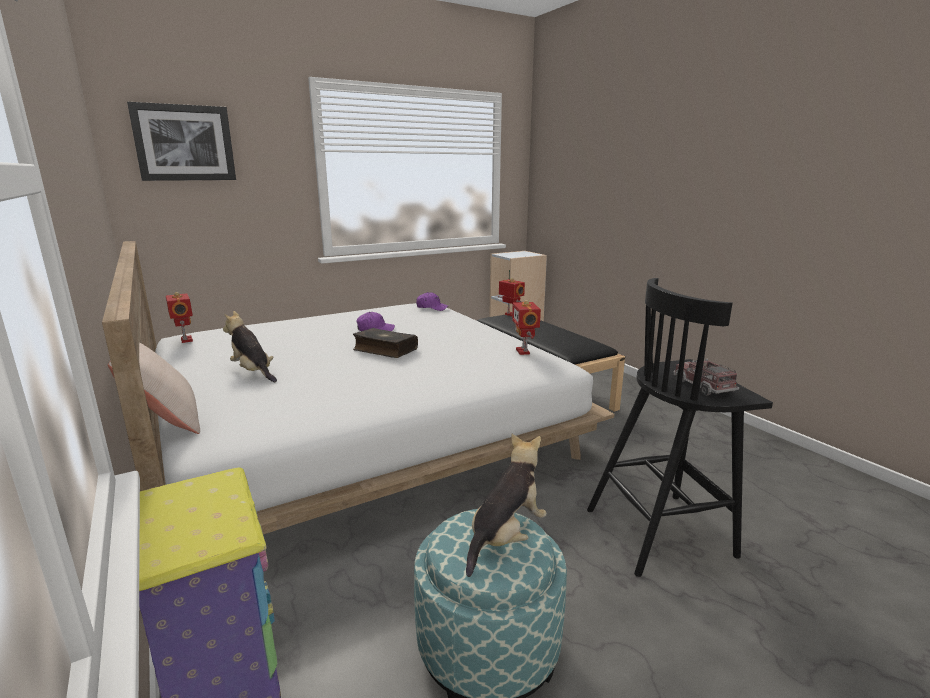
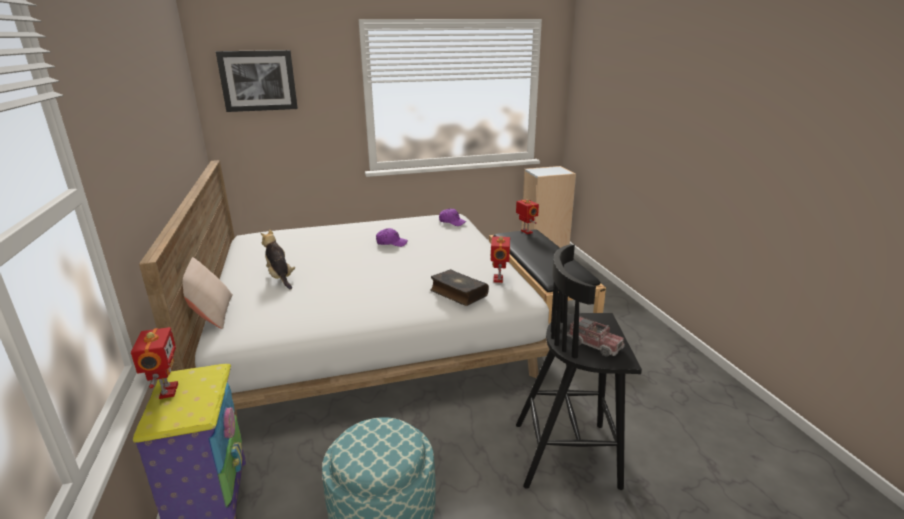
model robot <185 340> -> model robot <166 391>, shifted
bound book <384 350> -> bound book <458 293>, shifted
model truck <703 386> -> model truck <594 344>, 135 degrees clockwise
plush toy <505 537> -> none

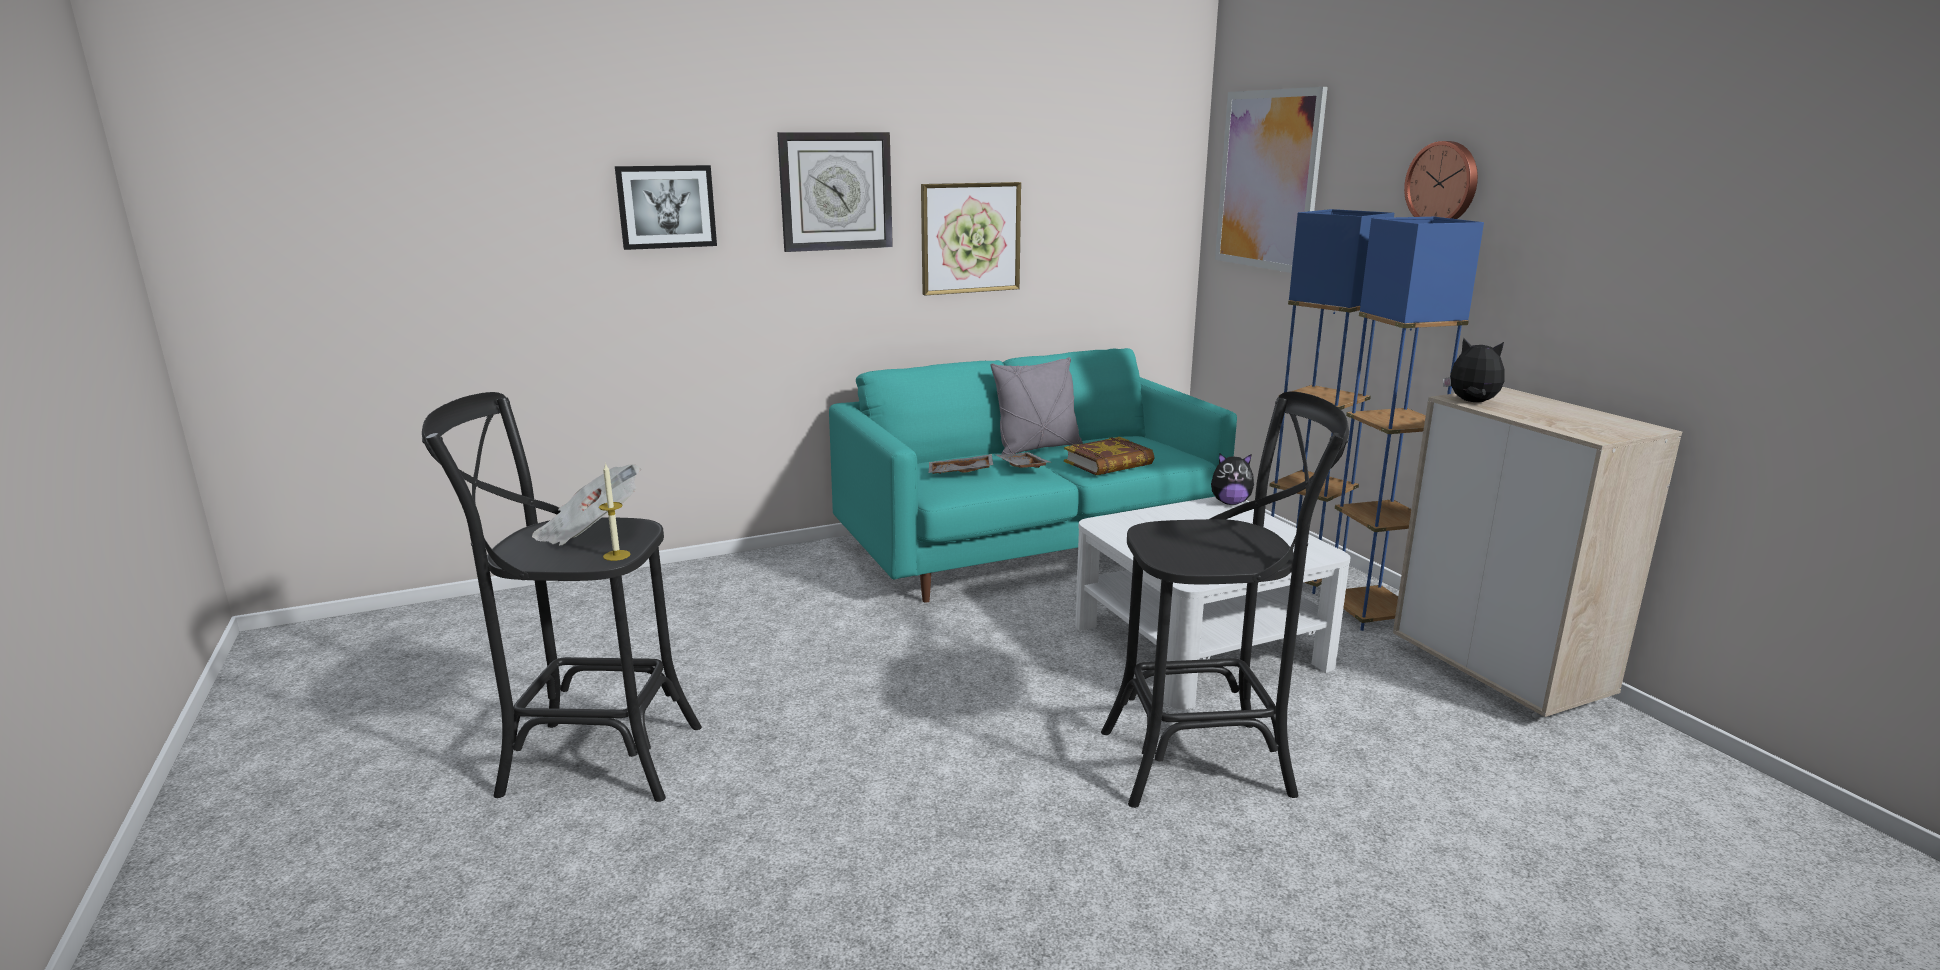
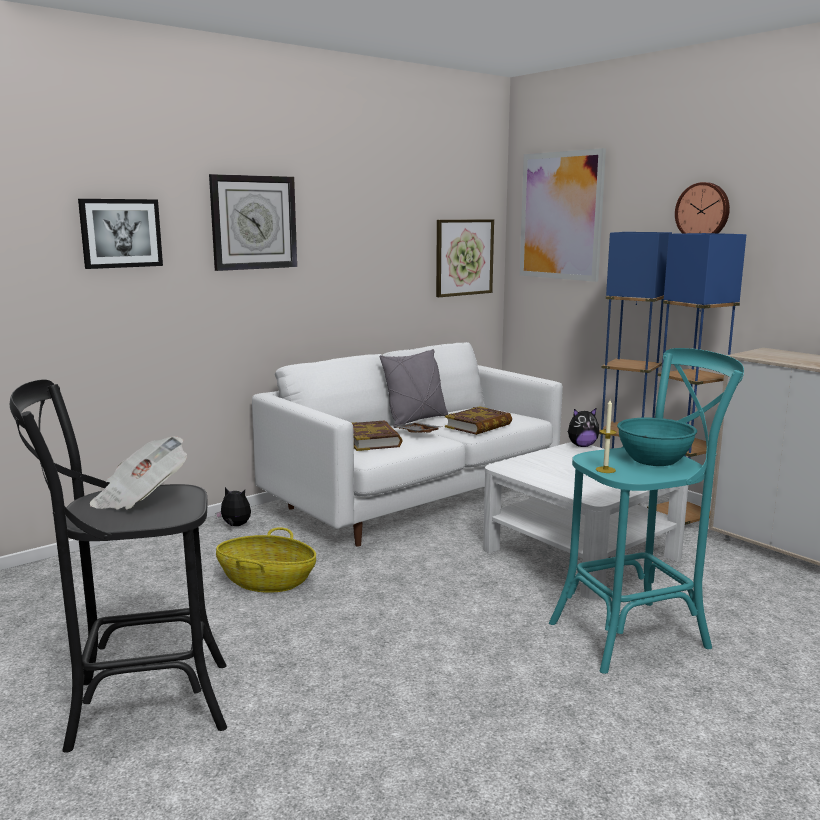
wall art <970 238> -> wall art <464 257>, shifted
plush toy <1472 402> -> plush toy <235 526>, shifted
couch (turquoise) <1029 545> -> couch (white-coloured) <414 497>
stool (blackish) <1206 762> -> stool (turquoise) <635 634>
carrying tray (gray) <960 473> -> bound book <372 441>
wax light <616 555> -> wax light <605 470>, shifted
none -> serving bowl (turquoise) <654 460>
none -> storage basket <266 581>

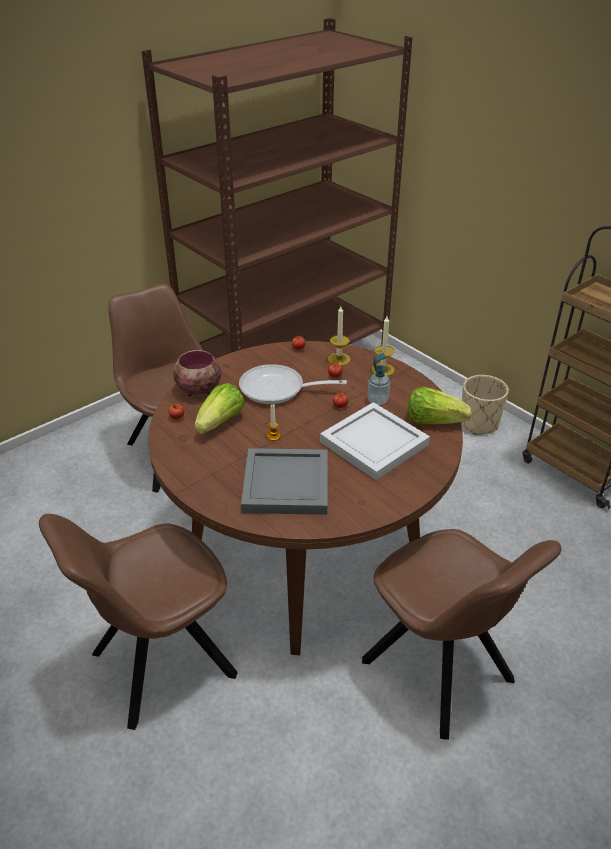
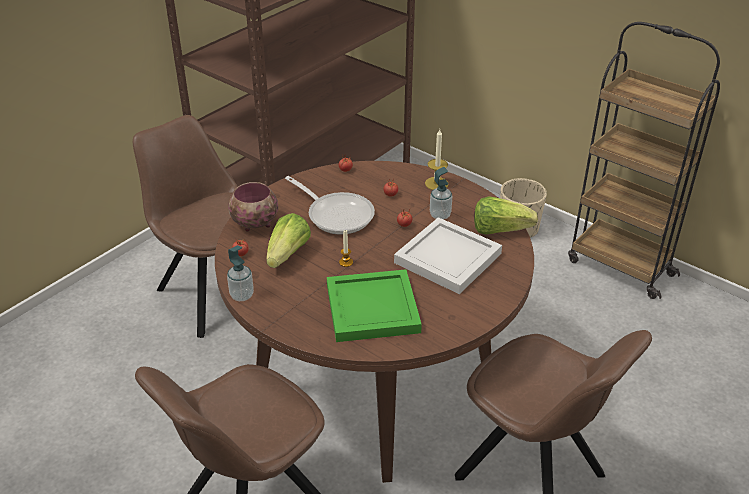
wax light <339 359> -> none
pan <278 389> -> pan <336 214>, 135 degrees counterclockwise
carrying tray (gray) <284 485> -> carrying tray (greenish) <371 309>
none -> soap bottle <242 295>

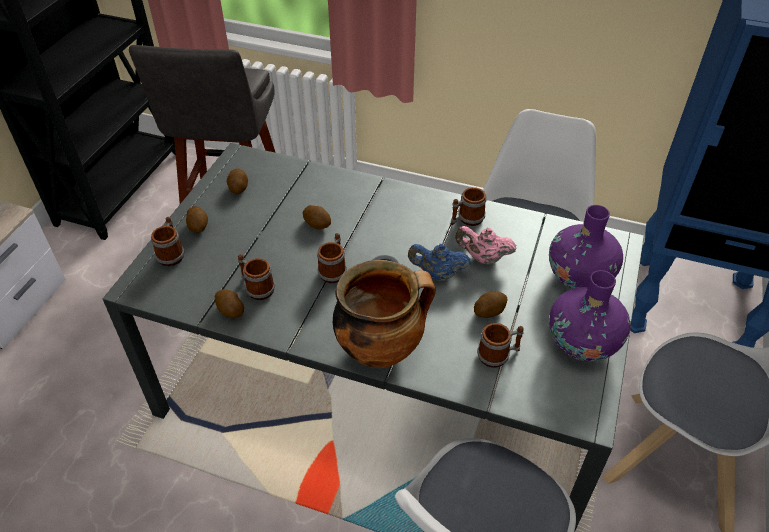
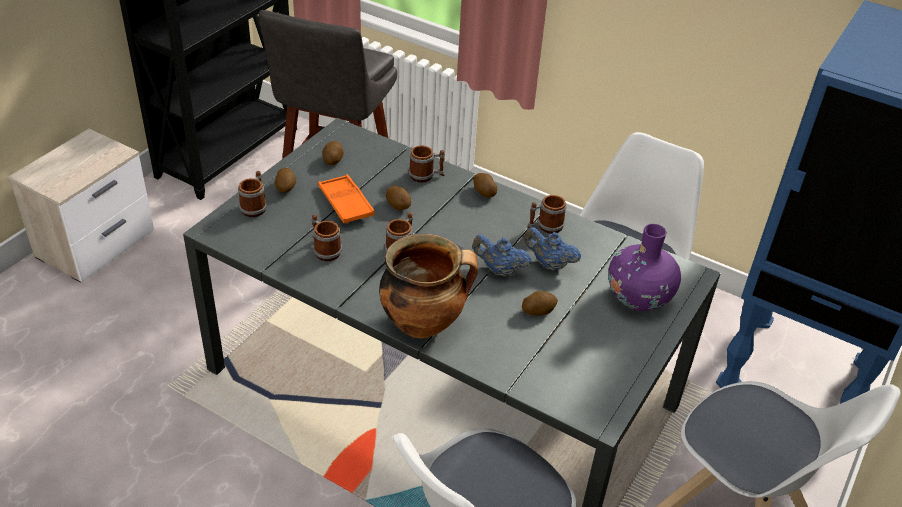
teapot (pinkish) <483 258> -> teapot (blue-coloured) <549 264>
flower vase (purplish) <582 343> -> none
potato <230 310> -> potato <484 192>, shifted
tea mug <498 355> -> tea mug <426 176>, shifted
none -> carrying tray (orangey) <346 203>

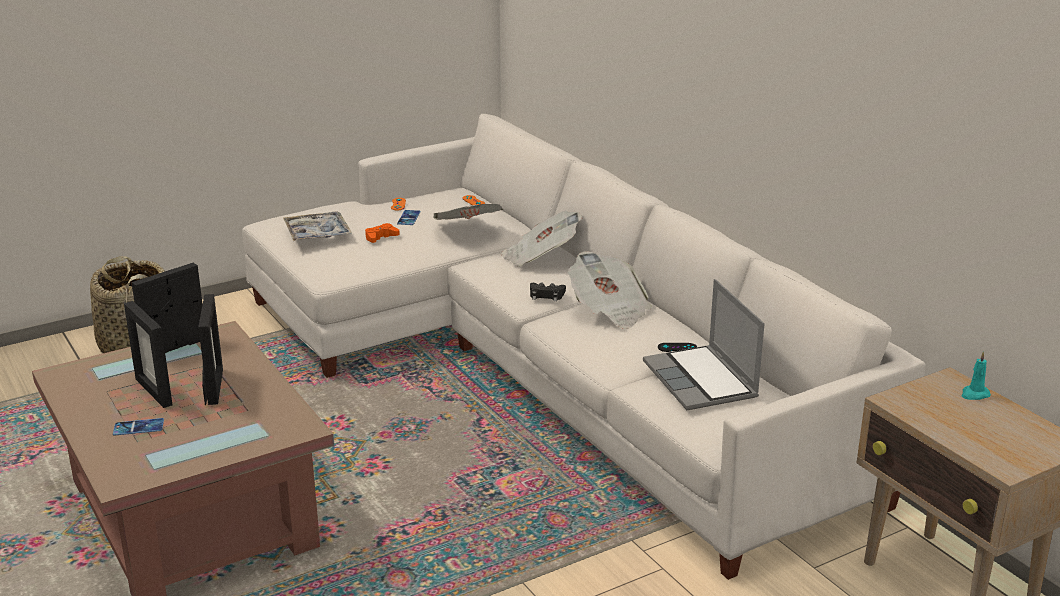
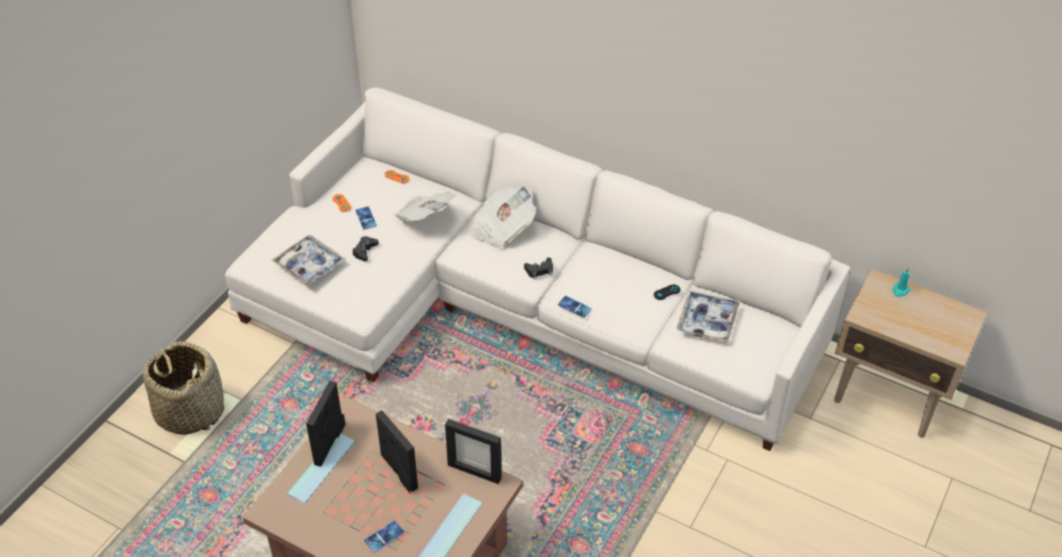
game controller (orangey) <381 237> -> game controller (blackish) <365 251>
printed paper <609 310> -> none
portable computer <702 381> -> carrying tray <707 321>
standing frame <155 391> -> standing frame <475 471>, shifted
none -> phone <574 307>

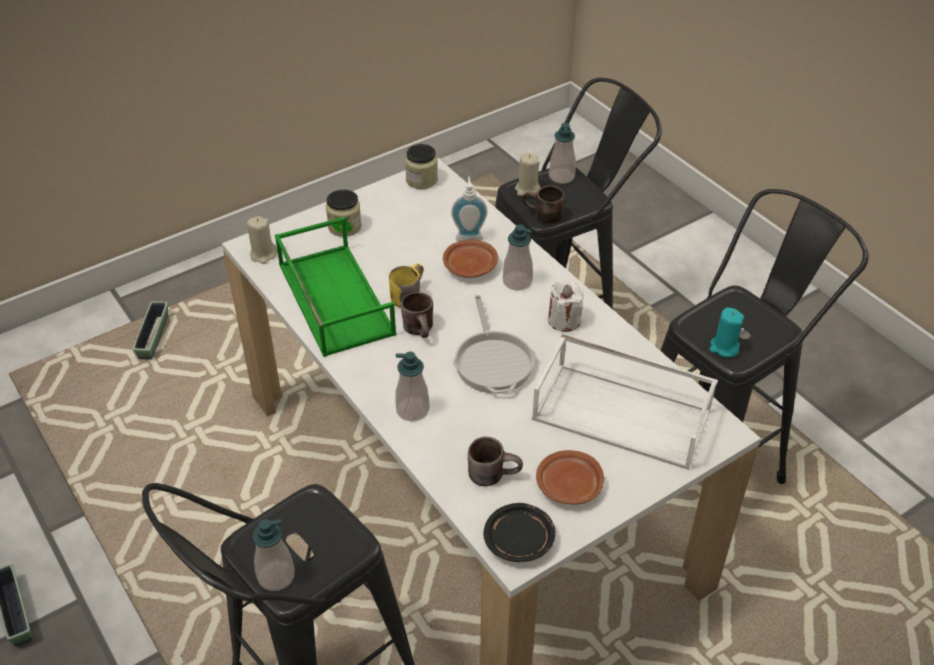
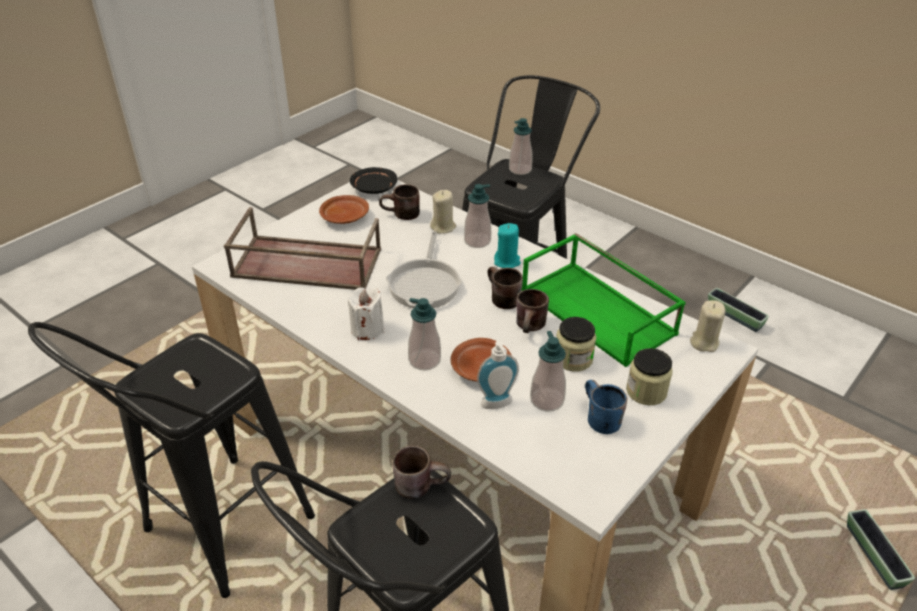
soap bottle <561 177> -> soap bottle <547 400>, shifted
storage jar <421 180> -> storage jar <573 359>, shifted
wax light (beige) <527 190> -> wax light (beige) <443 227>, shifted
tea mug (yellow-coloured) <406 294> -> tea mug (brown) <532 327>
pan <493 361> -> pan <425 284>, 150 degrees counterclockwise
wax light (turquoise) <724 348> -> wax light (turquoise) <507 261>, shifted
carrying tray (white-coloured) <623 414> -> carrying tray (brown) <305 264>
none -> tea mug (blue-coloured) <597 418>

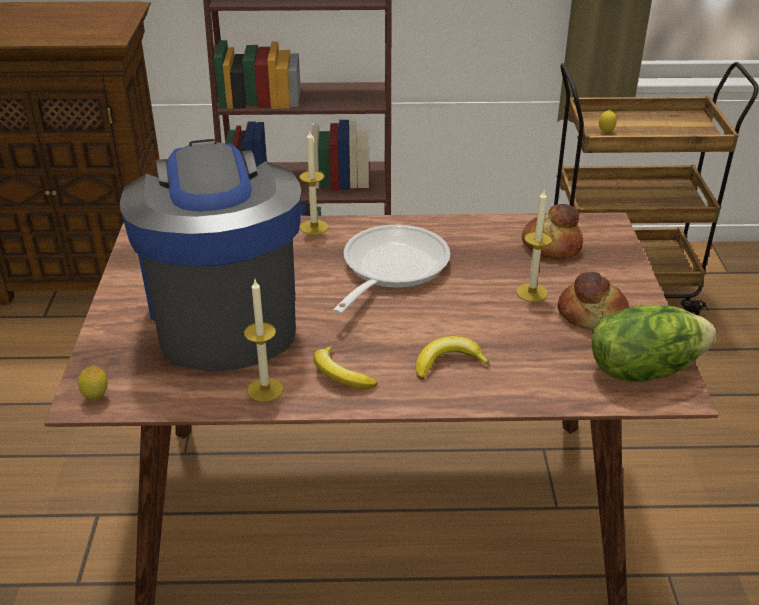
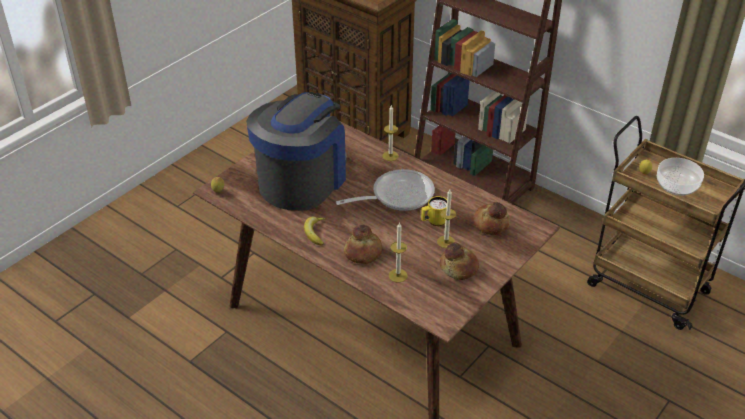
wax light <265 390> -> wax light <398 275>, shifted
lettuce head <643 369> -> none
banana fruit <448 363> -> baked bread <363 253>
none -> serving bowl <677 186>
none -> tea mug (yellow-coloured) <434 222>

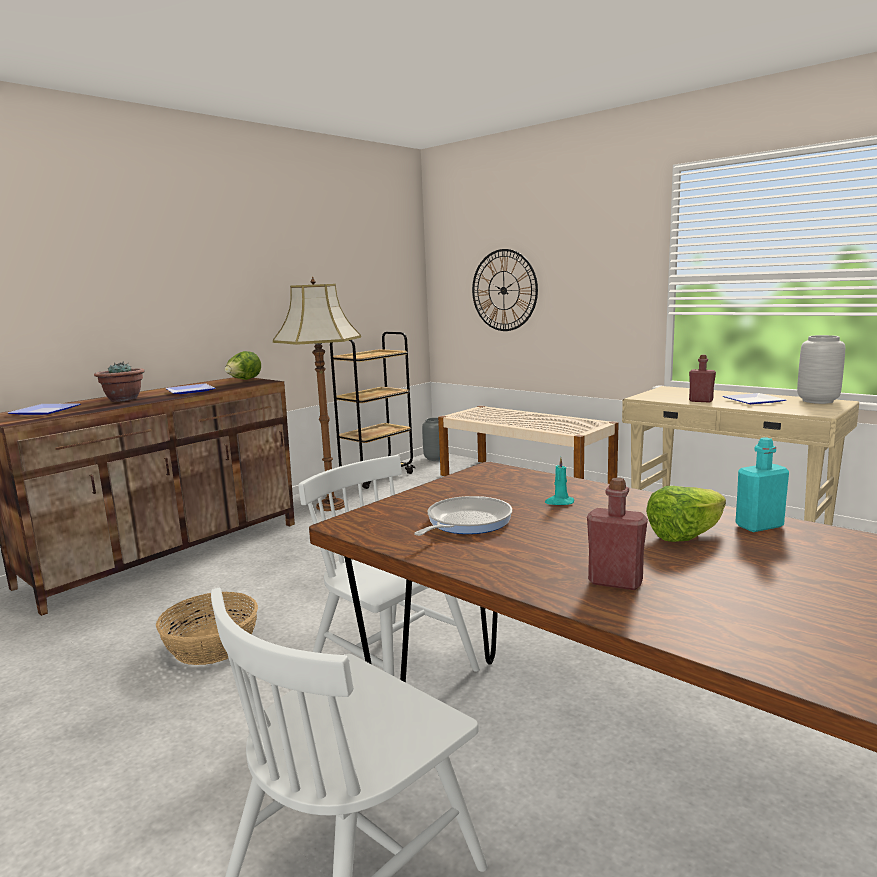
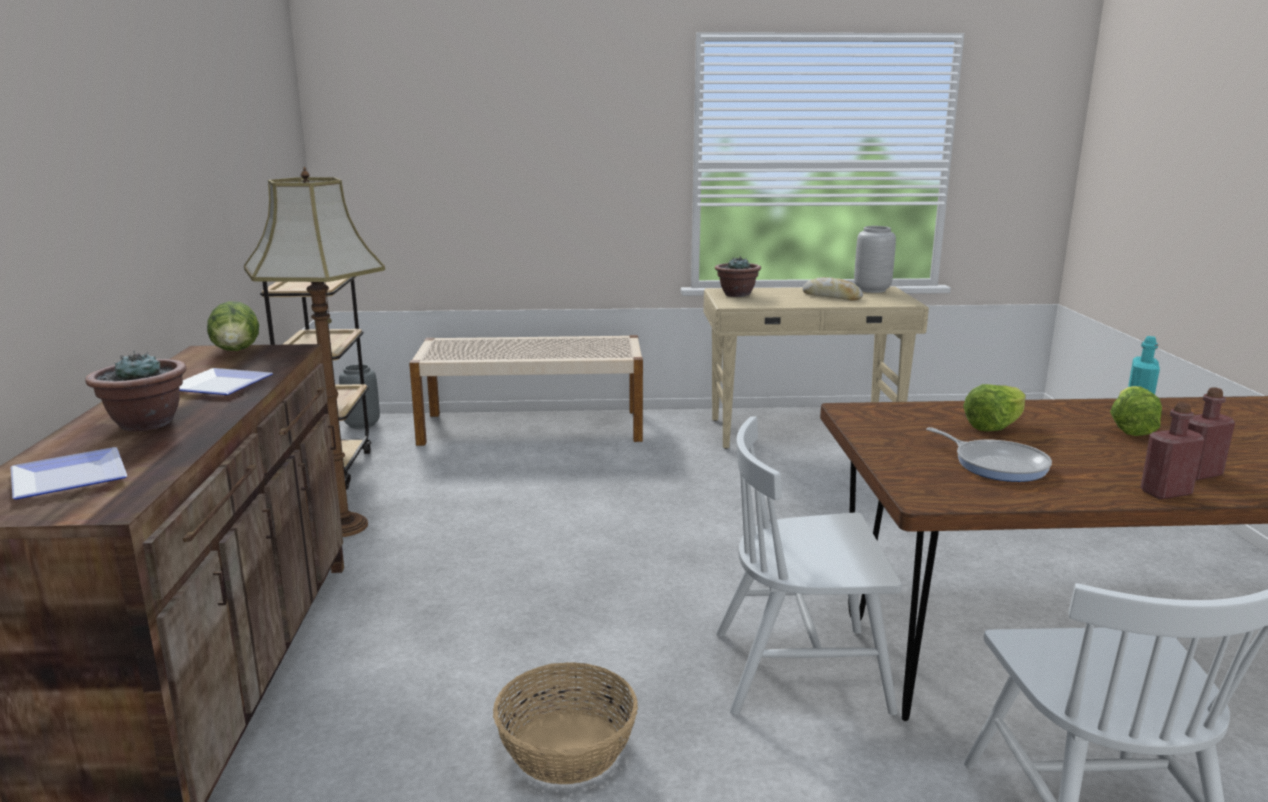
clock on the wall <504 290> -> none
drink bottle (red) <701 401> -> drink bottle (red) <1165 493>, shifted
plate <756 401> -> baked bread <832 296>
wax light (turquoise) <559 502> -> lettuce head <994 426>
pan <465 522> -> pan <996 464>, 150 degrees clockwise
none -> potted plant <736 294>

